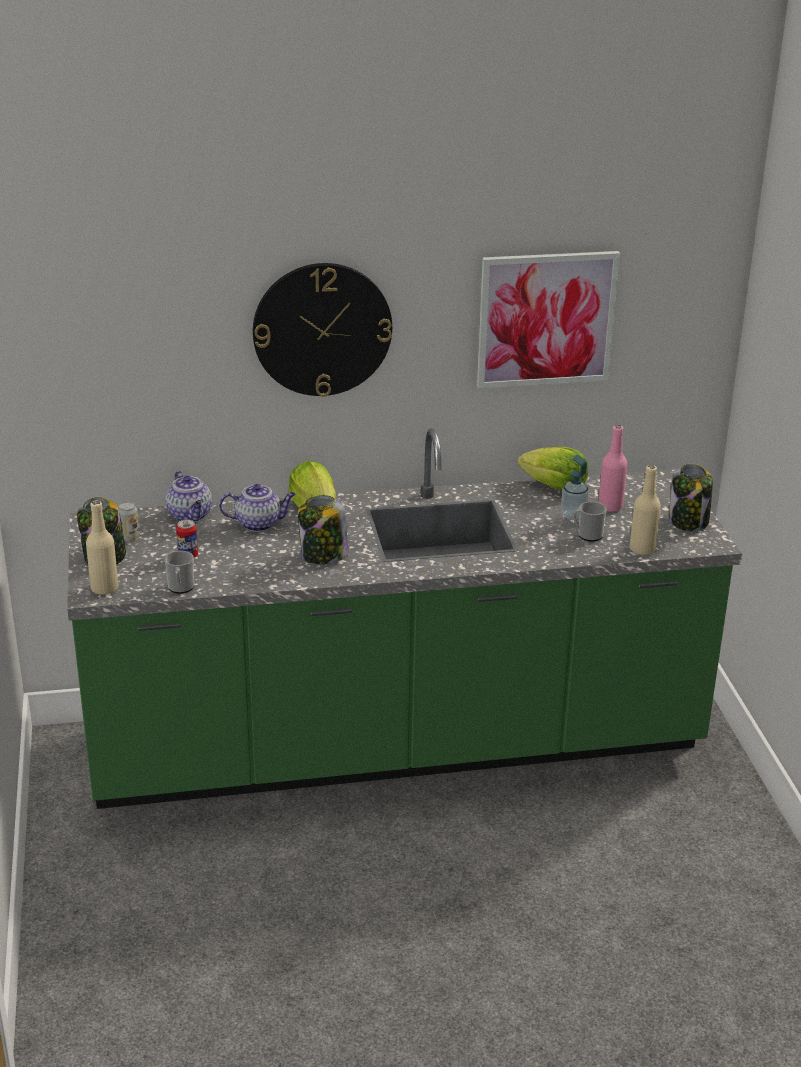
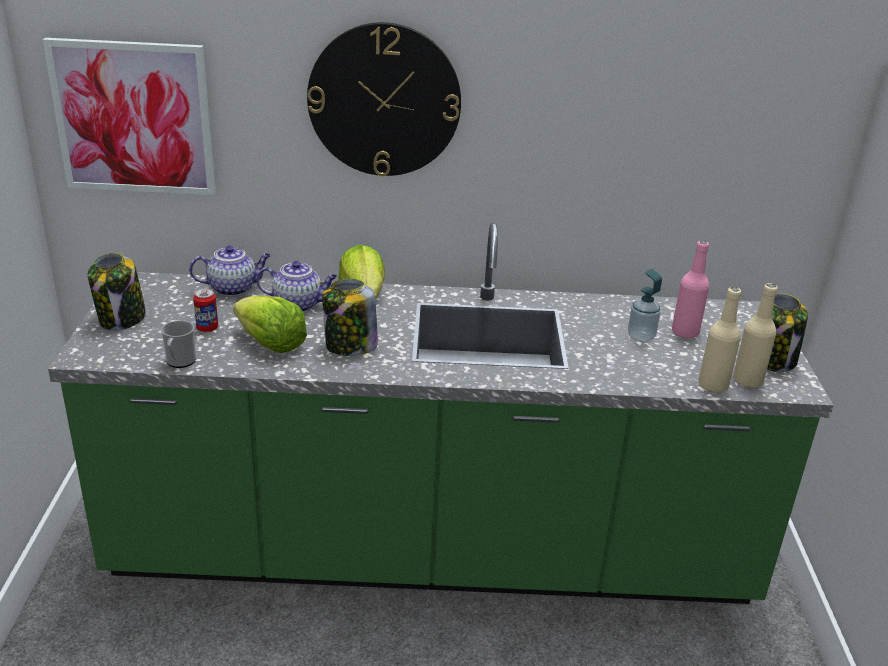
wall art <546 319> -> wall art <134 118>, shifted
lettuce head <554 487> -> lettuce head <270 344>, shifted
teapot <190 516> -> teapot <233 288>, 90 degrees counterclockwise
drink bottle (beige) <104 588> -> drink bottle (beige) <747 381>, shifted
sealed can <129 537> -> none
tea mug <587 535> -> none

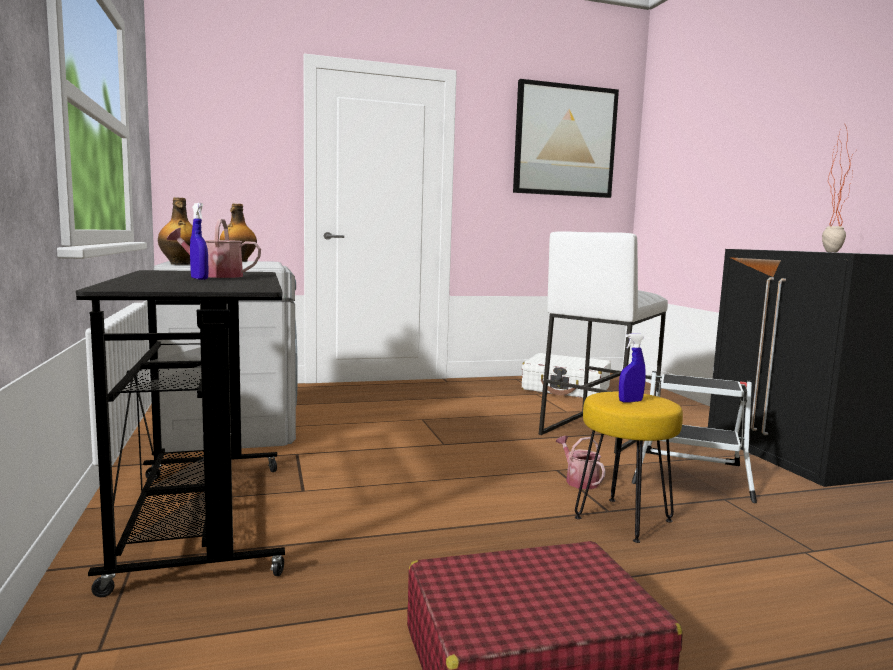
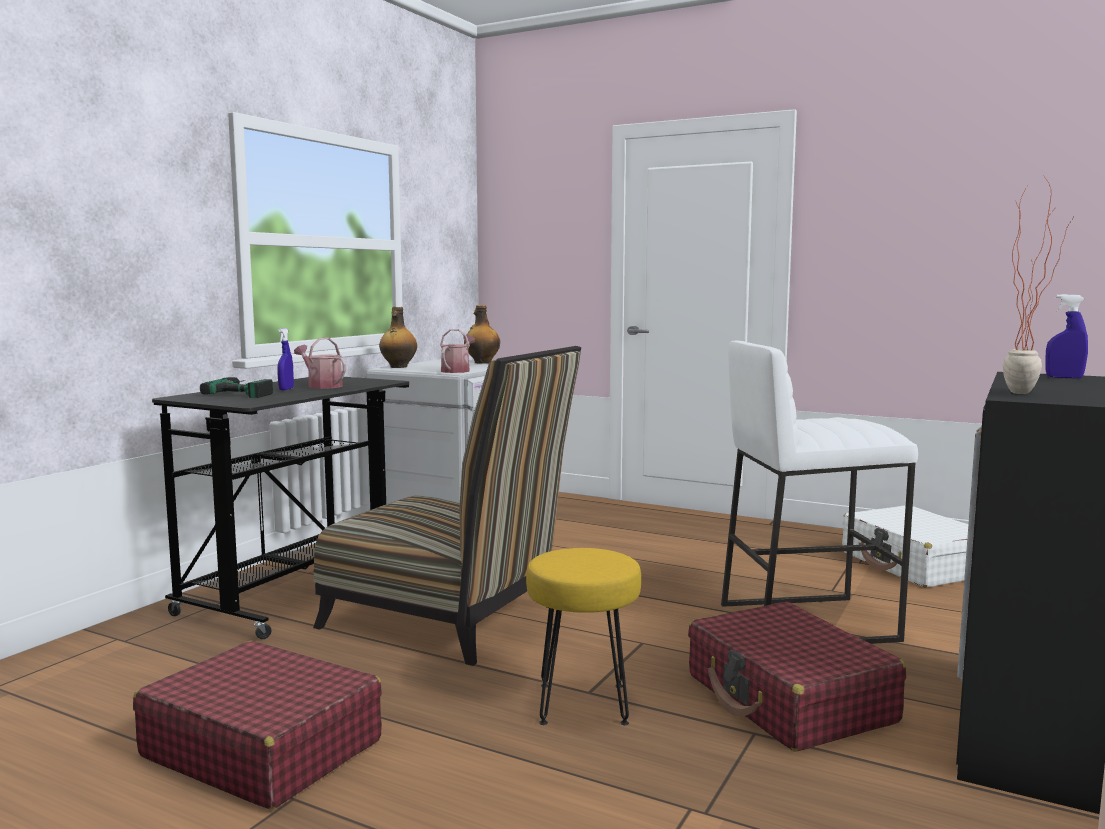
wall art <564 141> -> none
hand sprayer (blue-coloured) <630 401> -> hand sprayer (blue-coloured) <1064 377>, shifted
step ladder <691 475> -> suitcase (red) <789 699>
watering pot <579 481> -> watering pot <457 370>, shifted
none -> upright chair <451 620>
none -> power drill <247 392>

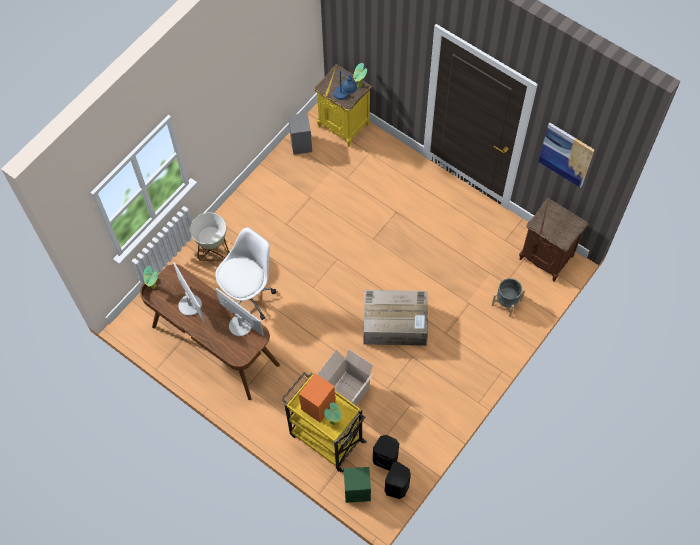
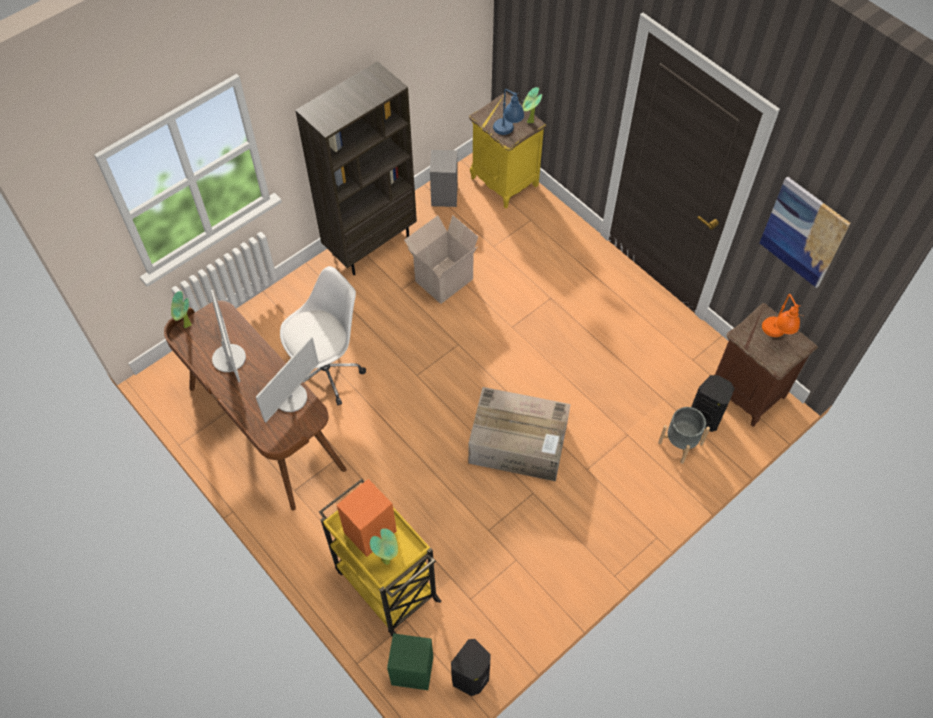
plant pot <214 251> -> none
computer display <240 325> -> computer display <291 397>, 75 degrees clockwise
packing box <346 392> -> packing box <443 278>, shifted
loudspeaker (blackish) <386 459> -> loudspeaker (blackish) <706 416>, shifted
none -> bookcase (brown) <371 245>
none -> tabletop lamp (orangey) <776 336>

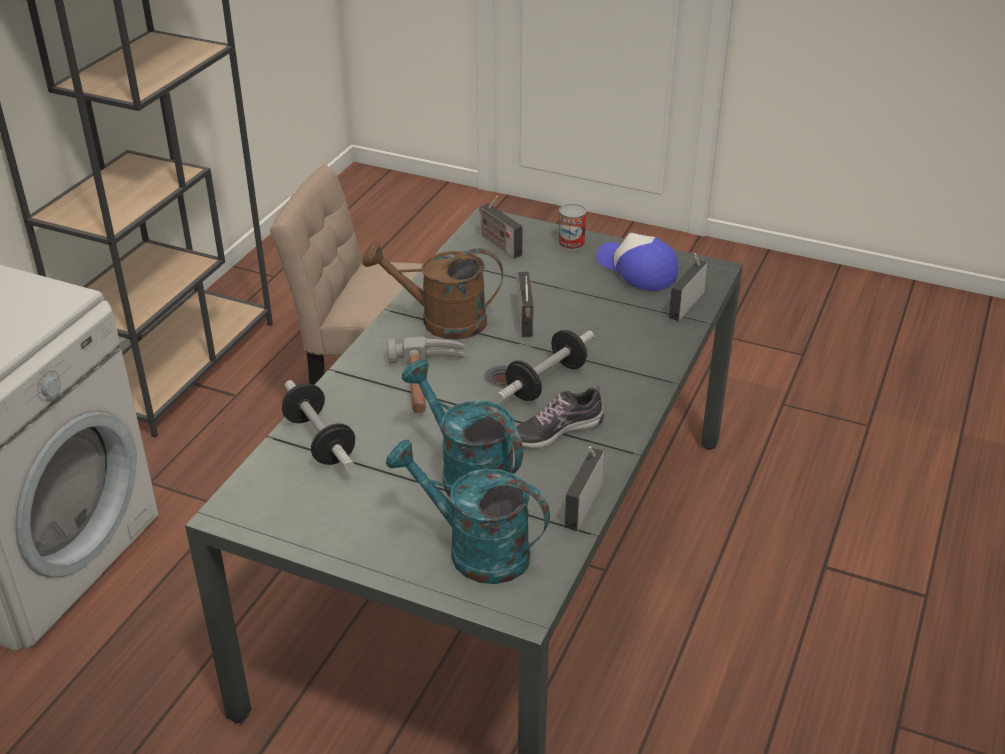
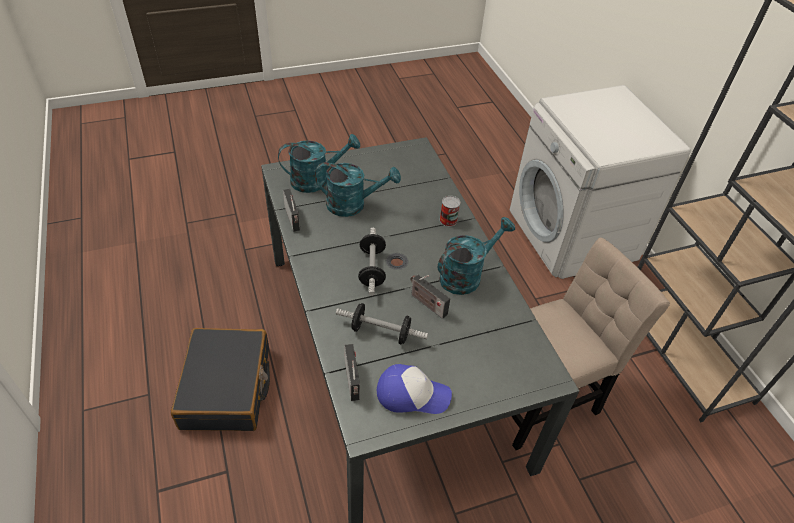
radio set <498 244> -> none
sealed can <571 243> -> sealed can <448 220>, shifted
watering pot (brown) <441 321> -> watering pot (turquoise) <466 275>
hand hammer <429 383> -> none
free weight <320 441> -> free weight <381 332>, shifted
low shoe <557 430> -> none
none -> suitcase (blackish) <227 388>

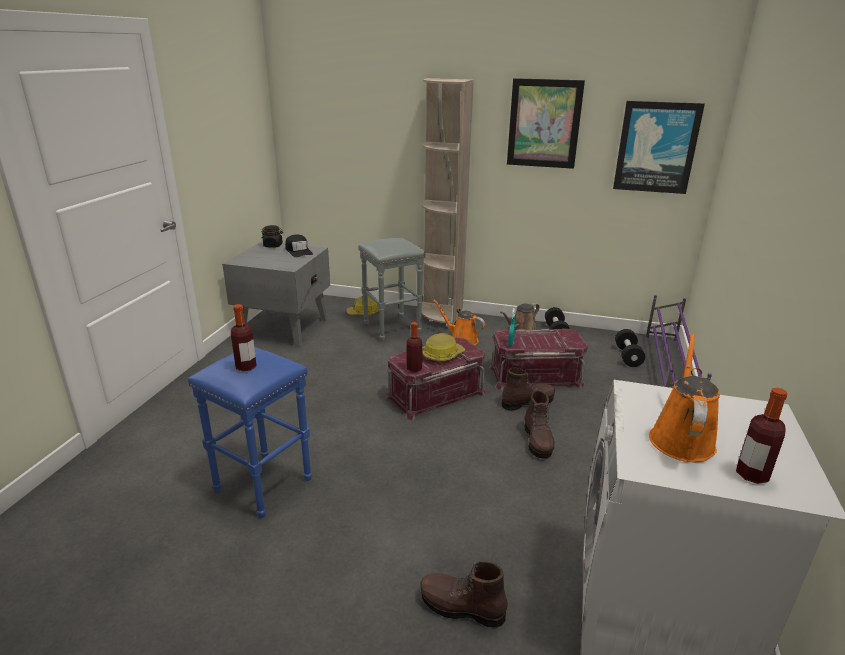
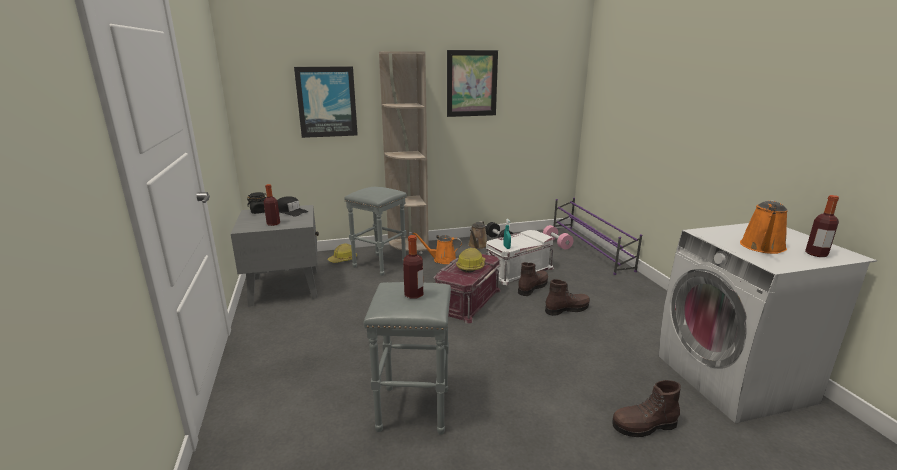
wall art <656 147> -> wall art <327 102>, shifted
drink bottle <414 368> -> drink bottle <273 224>, shifted
storage bin (red) <535 375> -> storage bin (white-coloured) <517 270>
free weight (blackish) <627 356> -> free weight (pinkish) <557 244>
watering pot (orangey) <681 438> -> watering pot (orangey) <762 247>, 135 degrees counterclockwise
stool (blue-coloured) <263 482> -> stool (gray) <412 408>
tall boot (brown) <538 441> -> tall boot (brown) <567 309>, 75 degrees counterclockwise

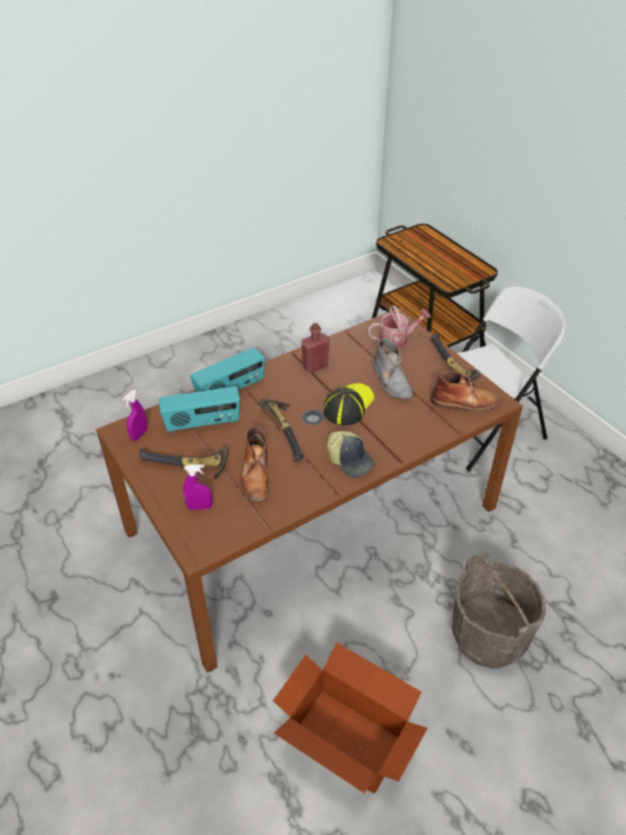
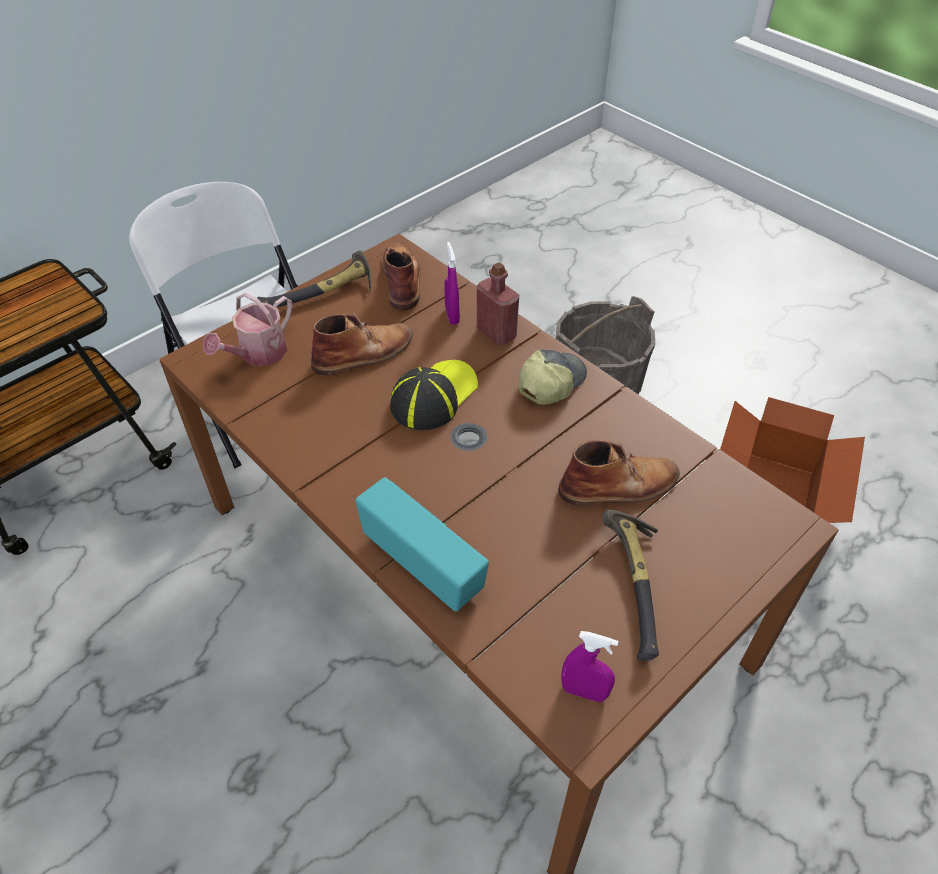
watering pot <397 340> -> watering pot <258 354>, 120 degrees counterclockwise
drink bottle (red) <315 366> -> drink bottle (red) <496 333>, shifted
tall boot (gray) <392 380> -> tall boot (brown) <364 353>
baseball cap <348 405> -> baseball cap <433 396>, 105 degrees clockwise
radio set <202 423> -> none
hand hammer <286 433> -> none
hand sprayer (purplish) <199 507> -> hand sprayer (purplish) <452 316>, shifted

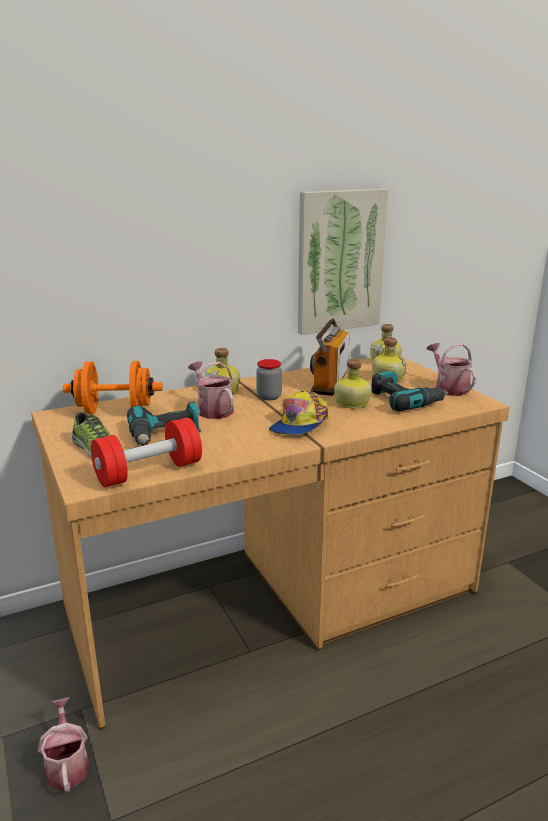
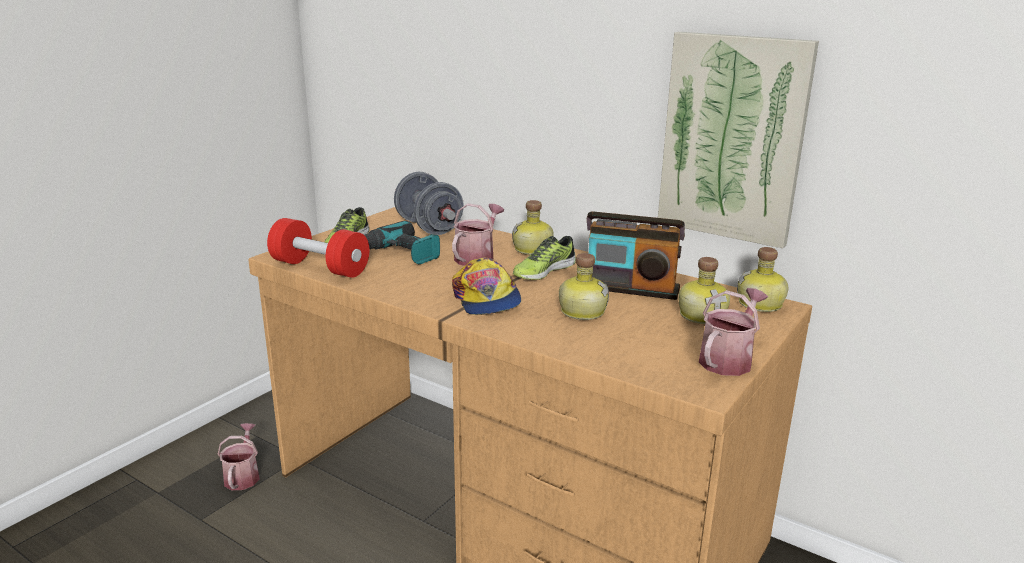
radio set <328 382> -> radio set <630 288>, 150 degrees counterclockwise
storage jar <269 397> -> low shoe <543 271>
free weight (orangey) <115 411> -> free weight (gray) <429 227>
power drill <405 400> -> none
baseball cap <299 424> -> baseball cap <486 299>, 105 degrees counterclockwise
watering pot <67 764> -> watering pot <243 475>, 45 degrees counterclockwise

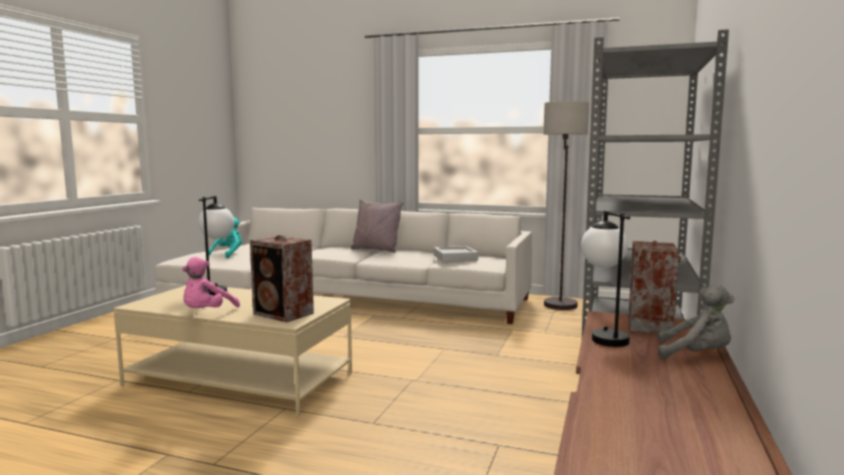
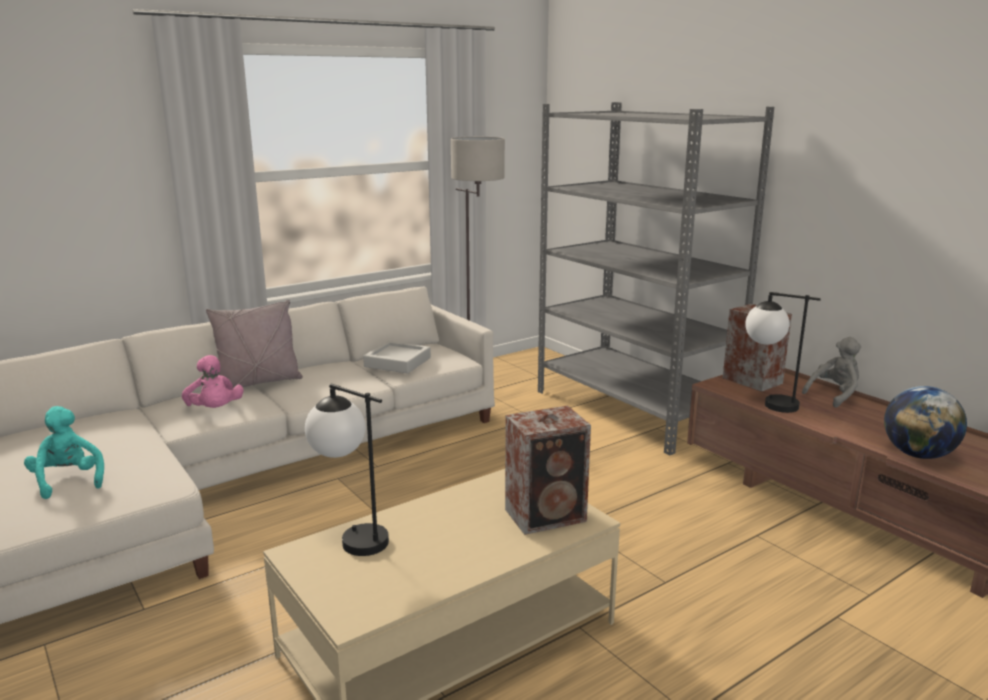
plush toy (pinkish) <207 313> -> plush toy (pinkish) <215 410>, shifted
none -> world globe <918 454>

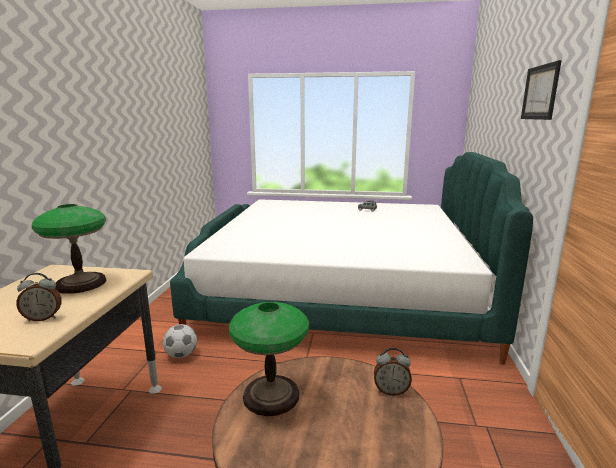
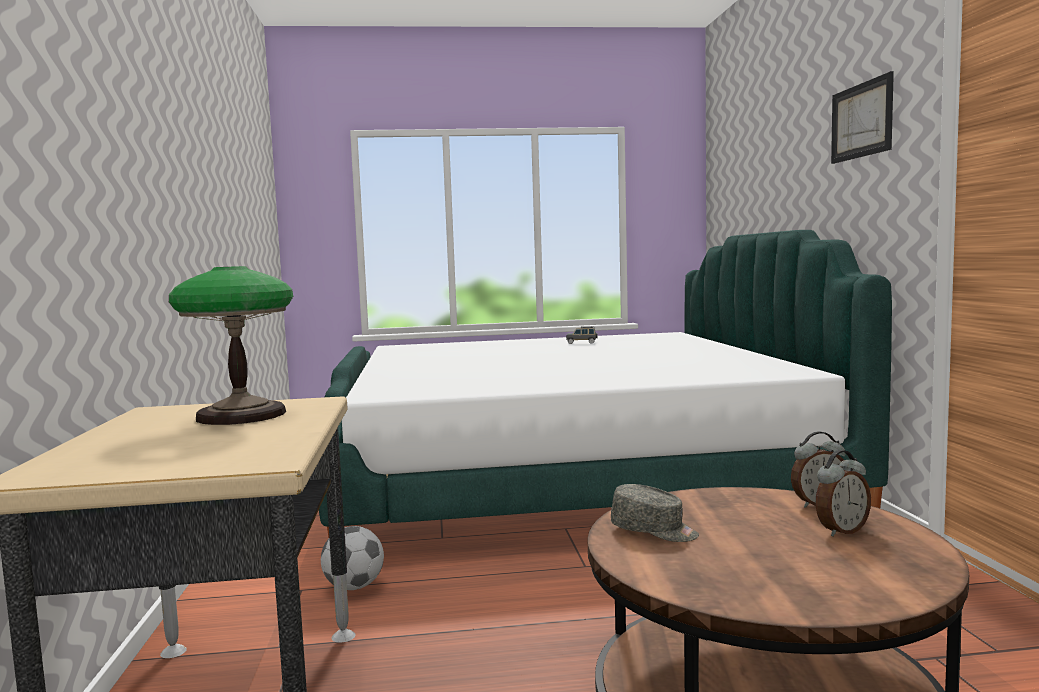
bedside clock <43 318> -> bedside clock <841 531>, shifted
tabletop lamp <271 395> -> baseball cap (gray) <654 531>

